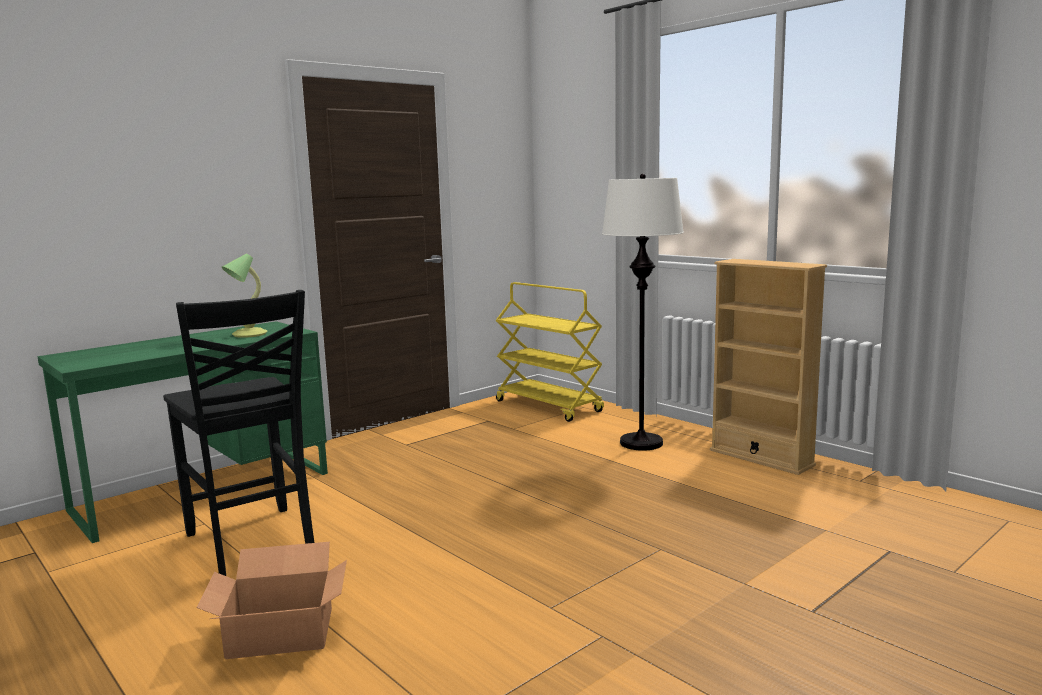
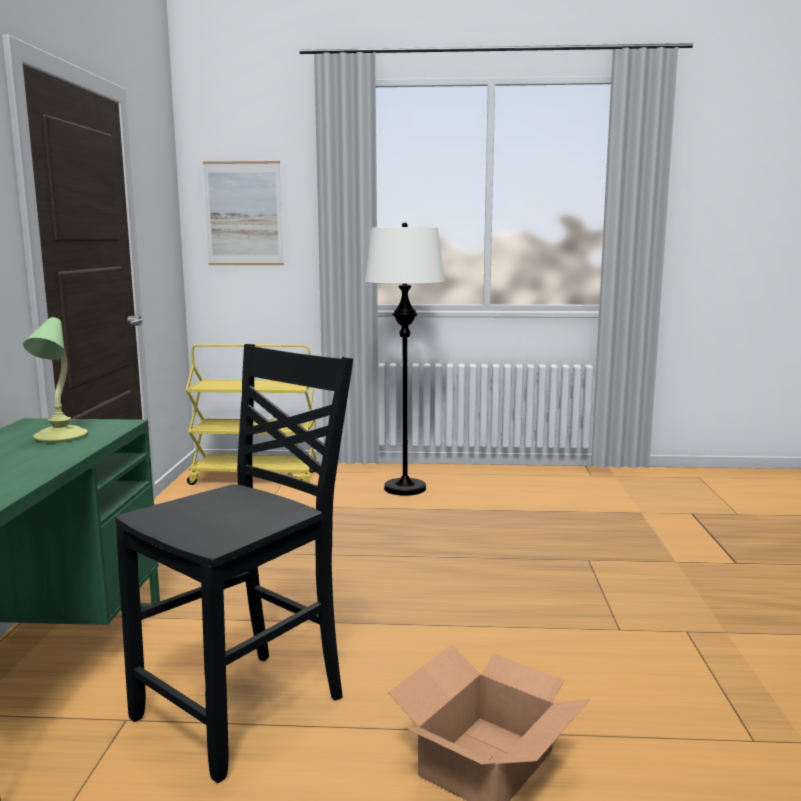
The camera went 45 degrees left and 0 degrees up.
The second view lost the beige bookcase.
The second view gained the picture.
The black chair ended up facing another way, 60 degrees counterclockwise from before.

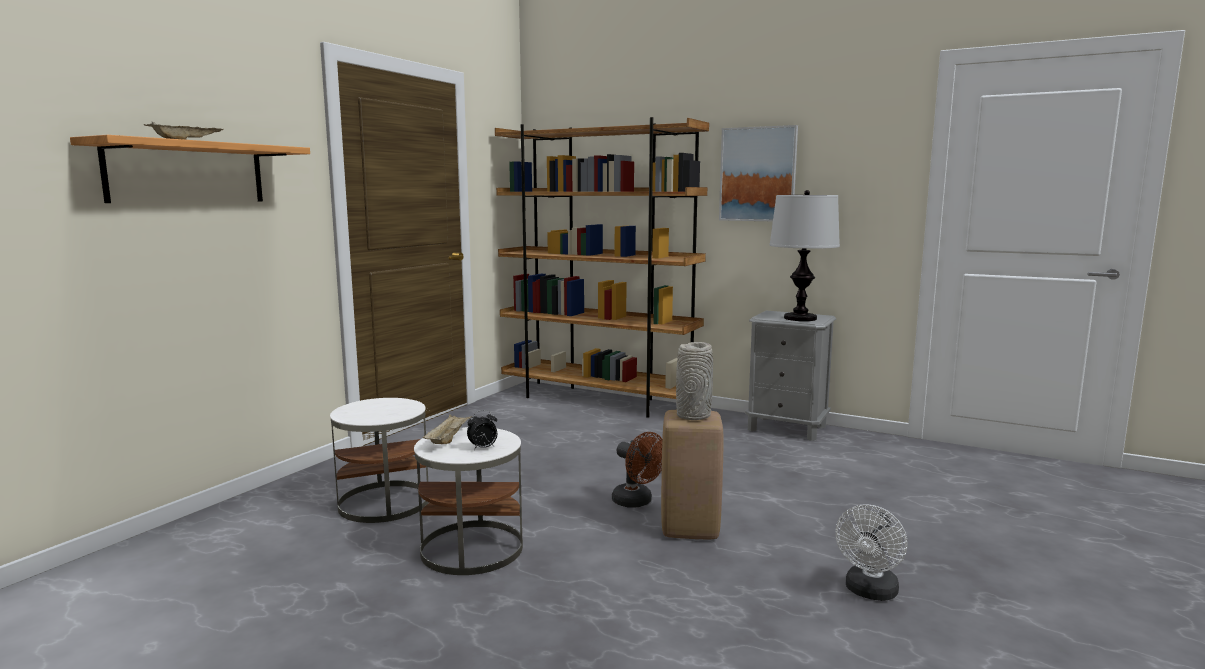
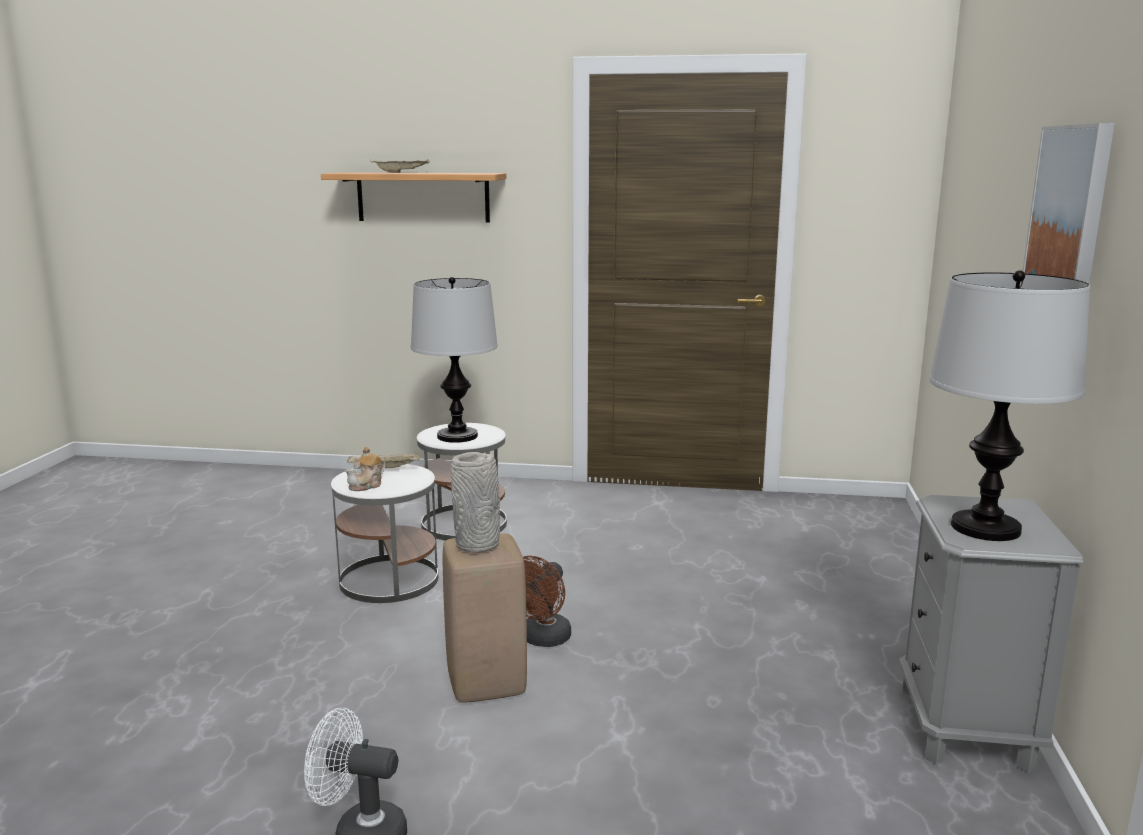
The camera went 70 degrees right and 5 degrees up.
The second view lost the brown bookcase.
The second view gained the table lamp (1st from left).
Where the alarm clock stood, the teapot came to stand.

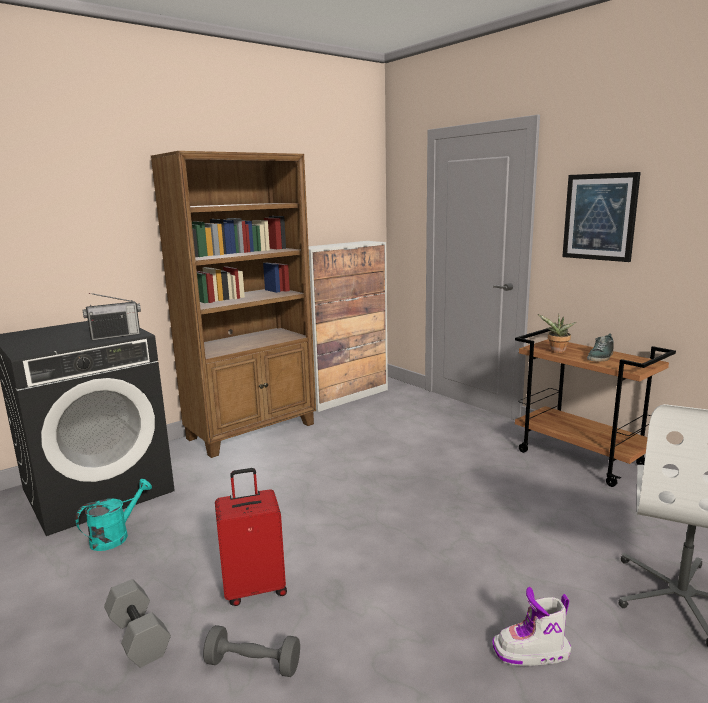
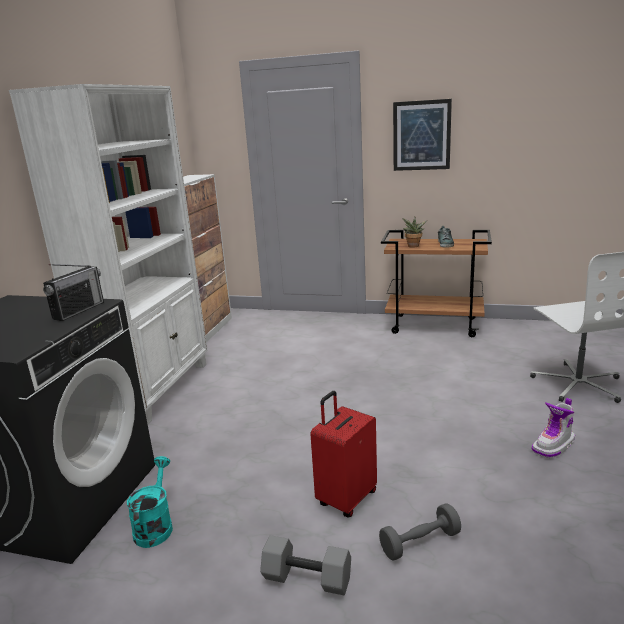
The camera went 35 degrees left and 5 degrees up.
What was the brown bookcase turned into the white bookcase.

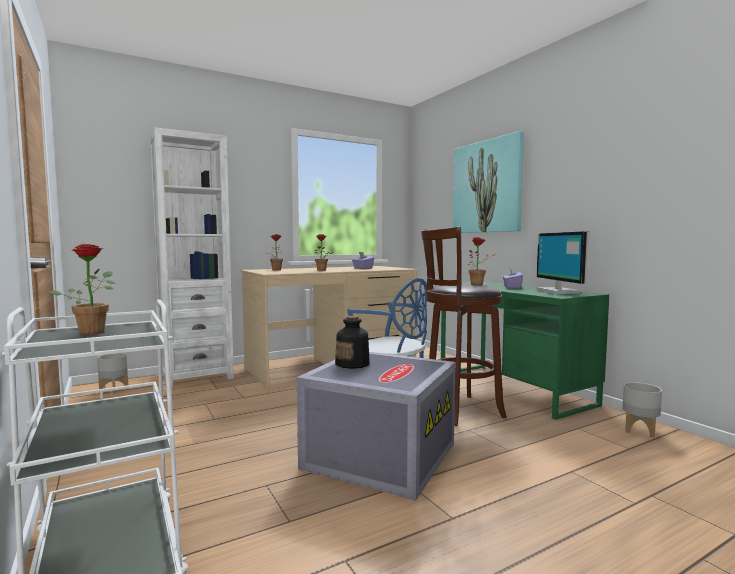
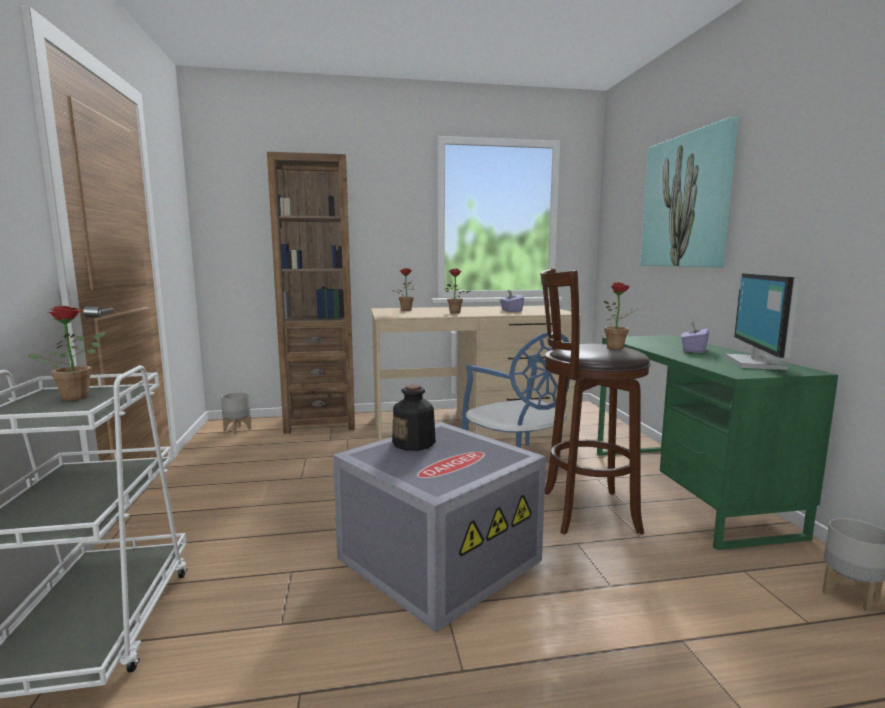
The camera went 20 degrees right and 5 degrees up.
What was the white bookcase turned into the brown bookcase.

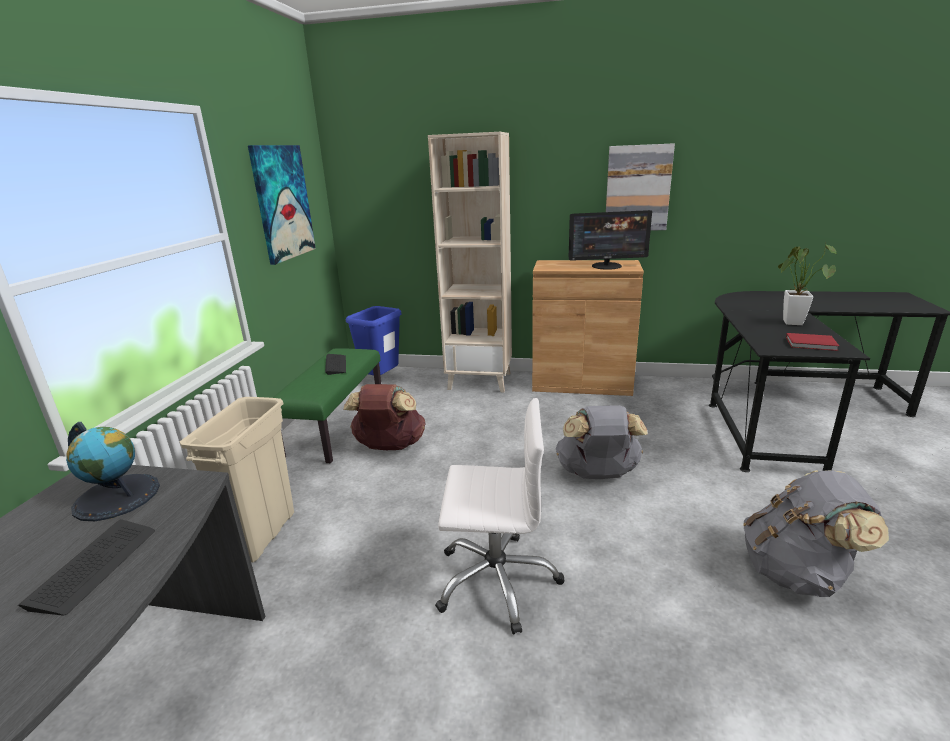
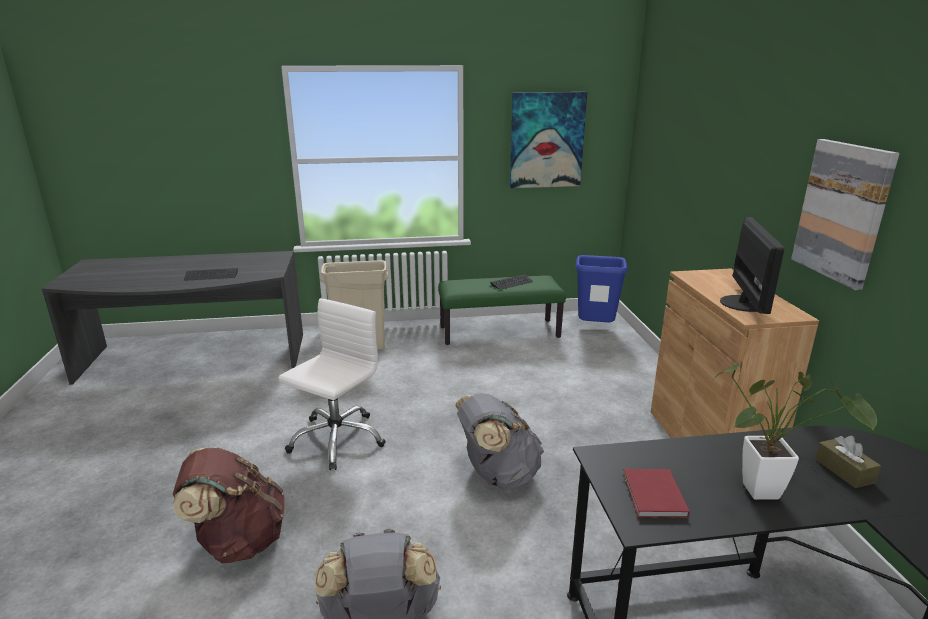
The camera went 70 degrees right and 0 degrees up.
The second view lost the globe.
The second view lost the beige bookcase.
The second view gained the brown tissue box.
The brown backpack ended up elsewhere.
The white office chair ended up facing another way, 135 degrees counterclockwise from before.
The monitor ended up facing another way, 150 degrees counterclockwise from before.

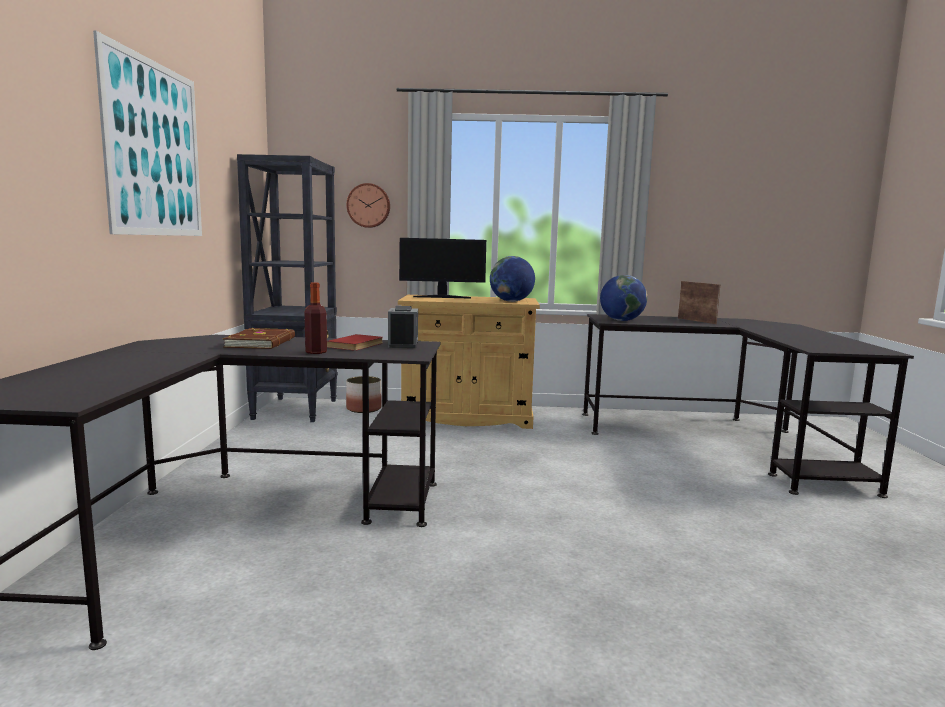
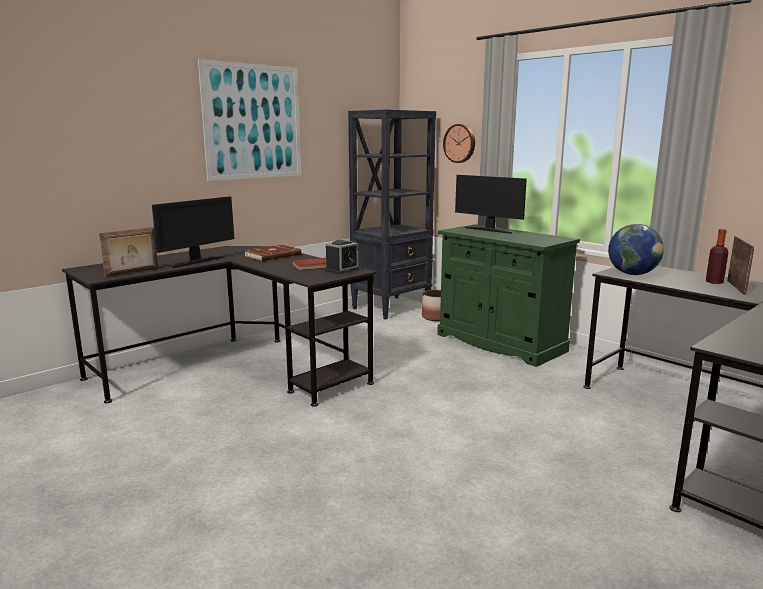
The camera went 45 degrees right and 5 degrees up.
The second view lost the globe (1st from left).
The second view gained the picture frame (1st from left).
The second view gained the monitor (1st from left).
The bottle ended up elsewhere.
What was the beige cabinet turned into the green cabinet.

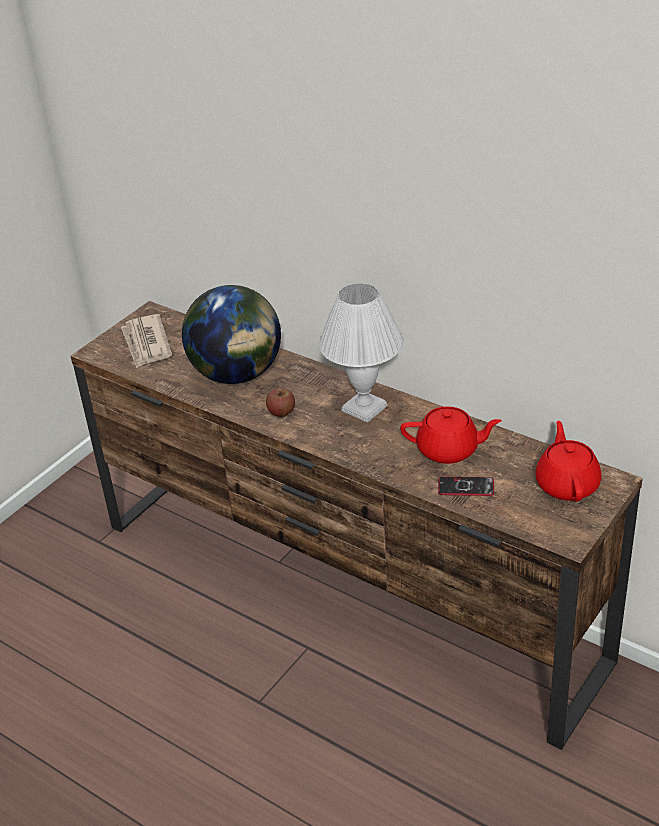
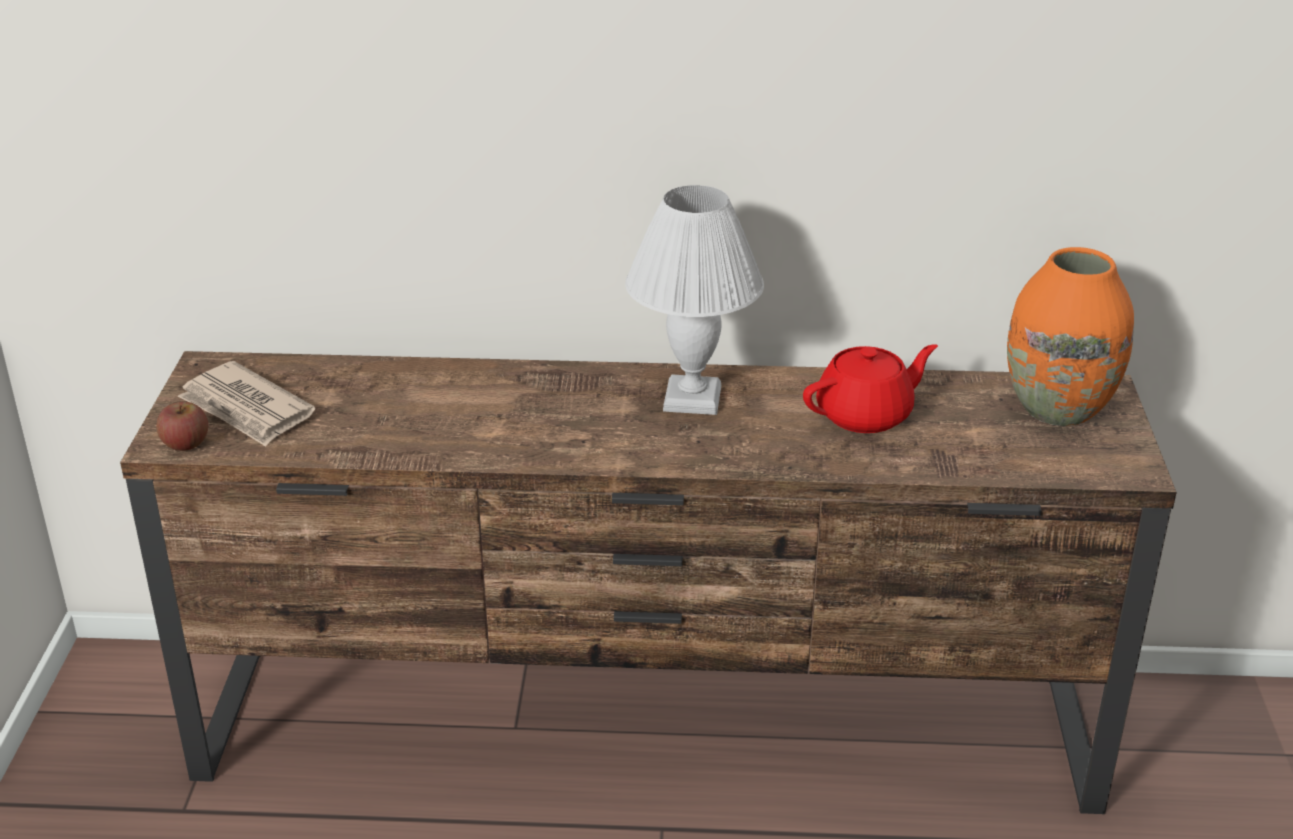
The camera went 35 degrees left and 5 degrees down.
The second view lost the globe.
The second view lost the phone.
The apple ended up elsewhere.
Where the red teapot (2nd from left) stood, the orange vase came to stand.

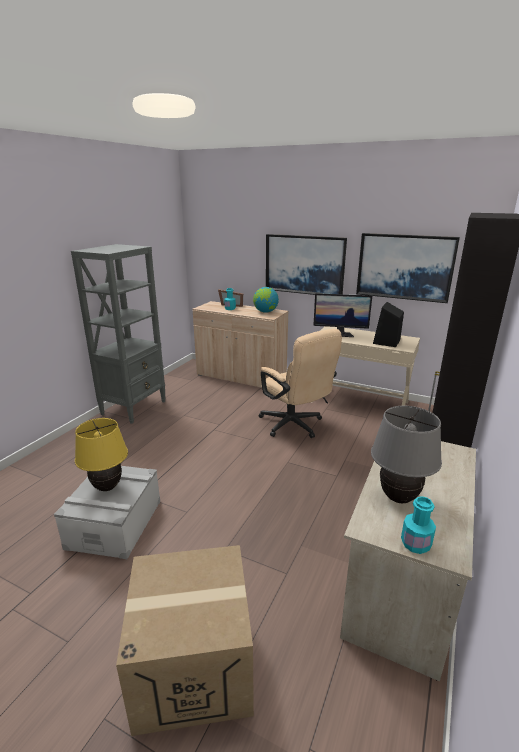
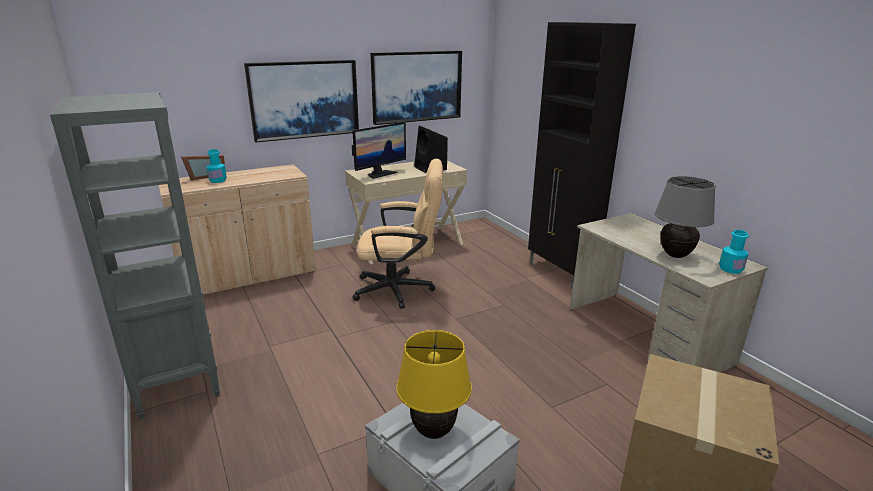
The camera went 55 degrees left and 0 degrees up.
The second view lost the globe.

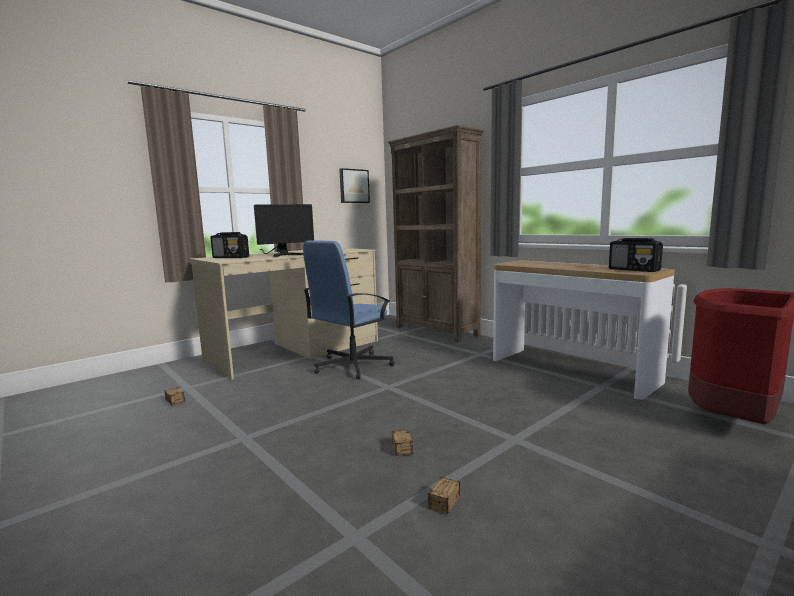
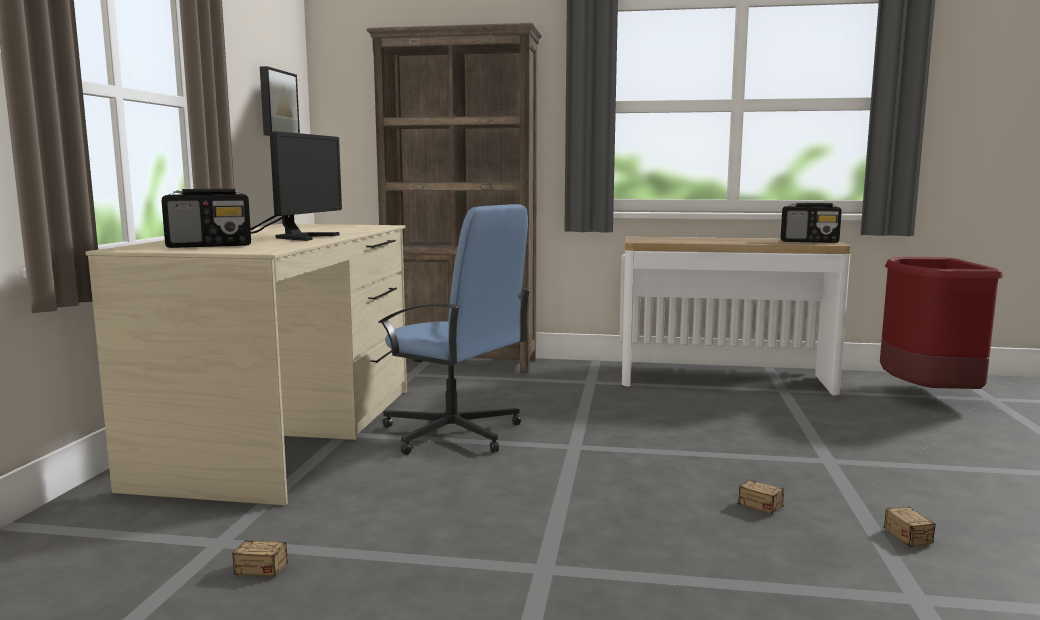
The camera went 40 degrees left and 0 degrees up.
The blue office chair ended up facing another way, 60 degrees counterclockwise from before.

